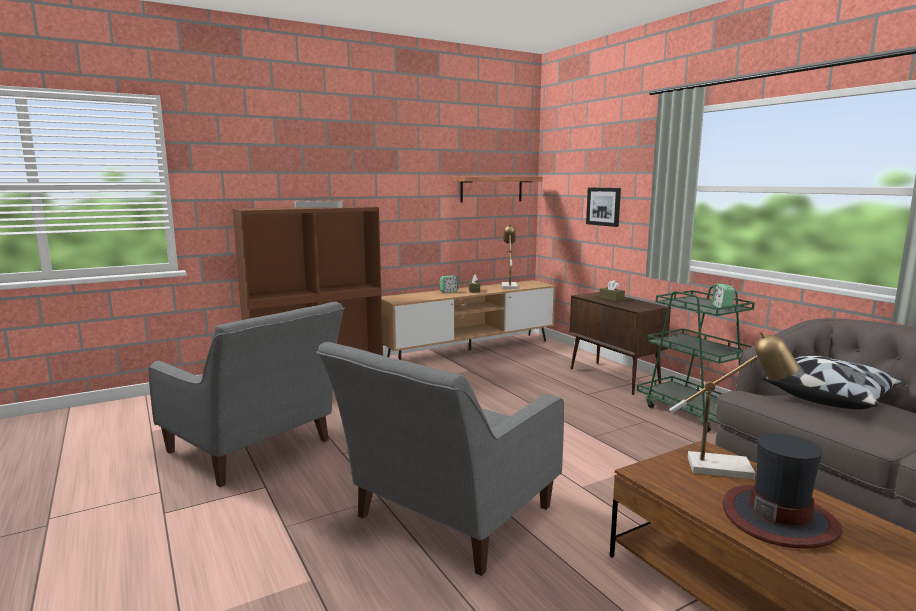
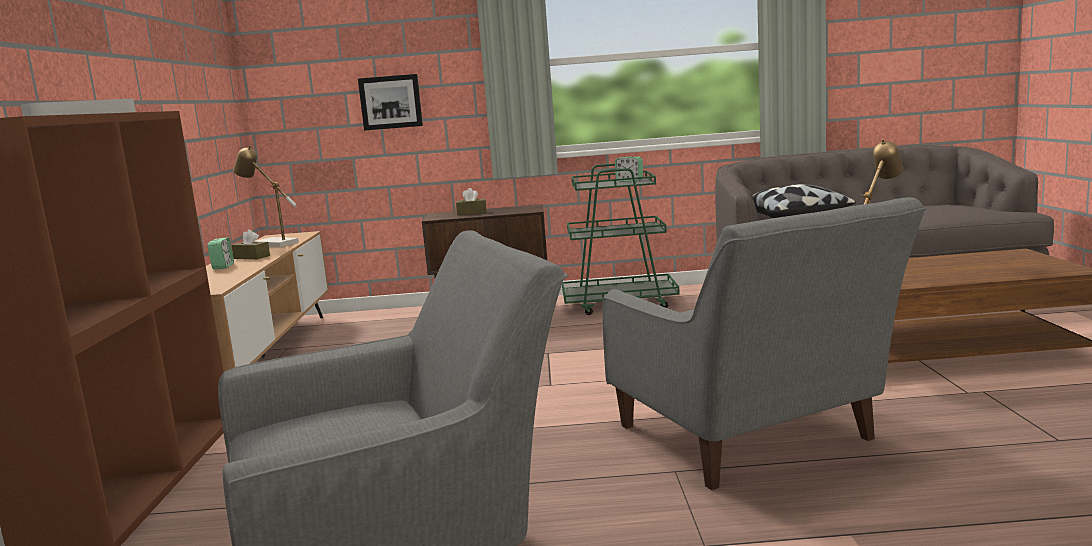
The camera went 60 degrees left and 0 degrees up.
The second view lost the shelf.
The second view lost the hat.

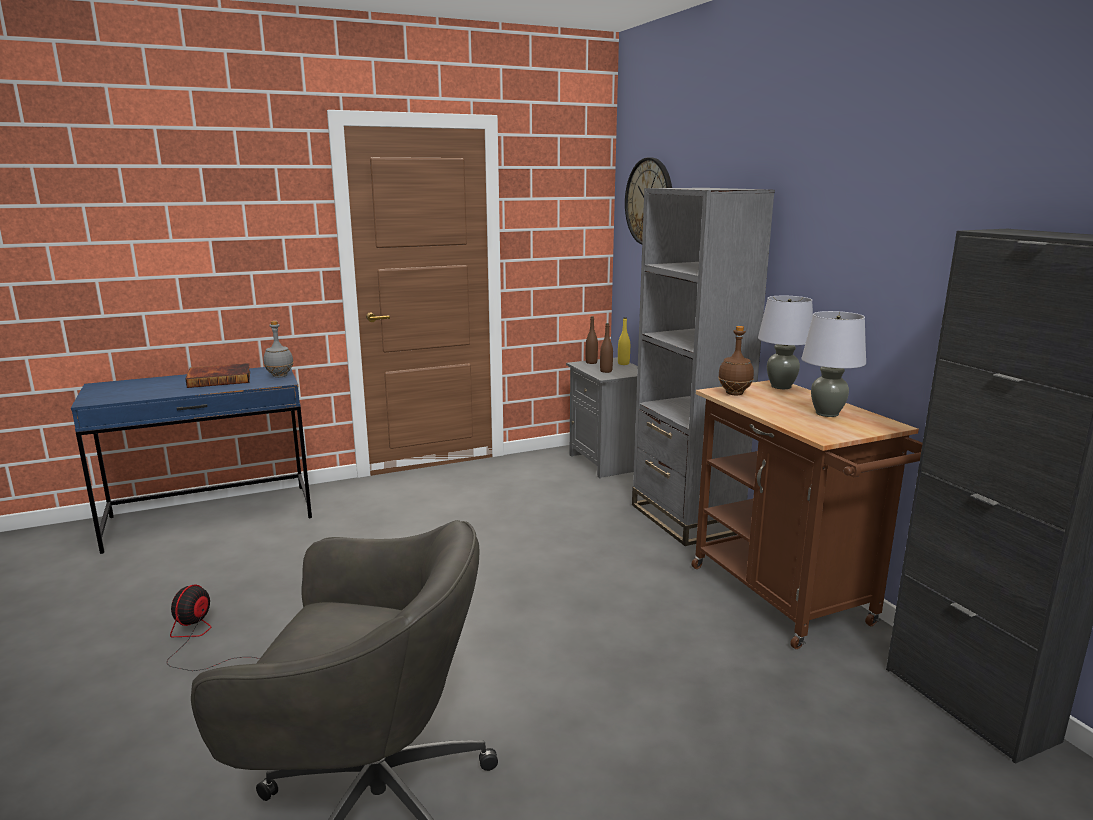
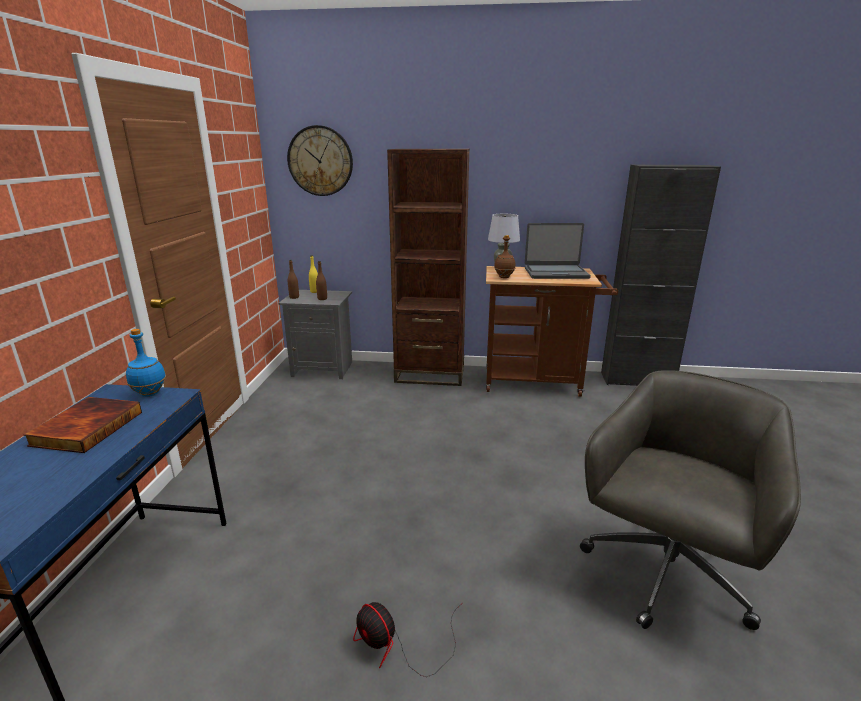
The camera went 60 degrees left and 5 degrees up.
Where the grey table lamp (2nd from left) stood, the laptop came to stand.
What was the grey bottle turned into the blue bottle.
What was the grey bookcase turned into the brown bookcase.

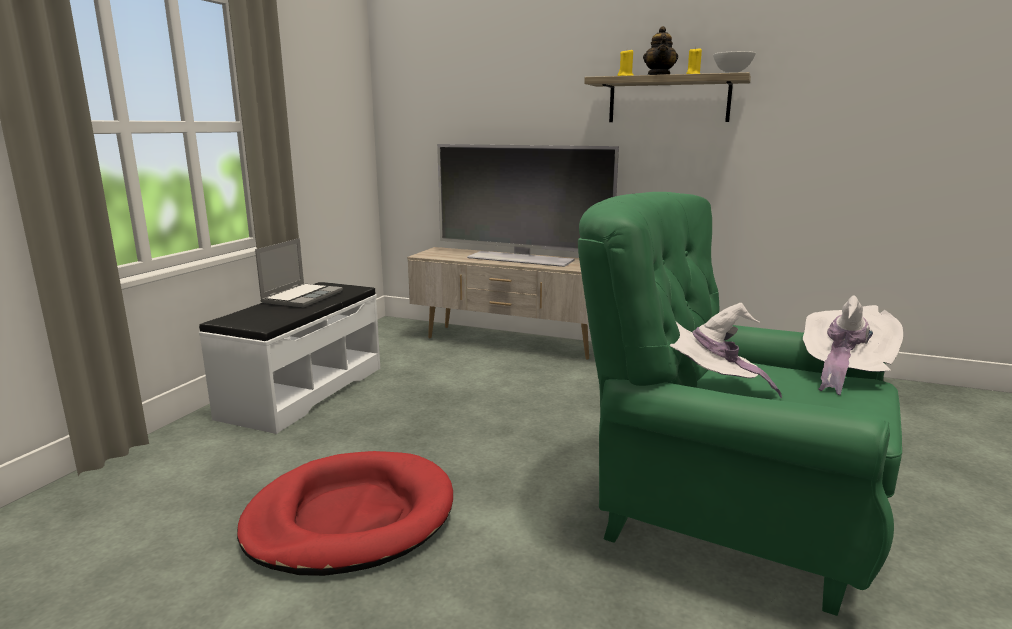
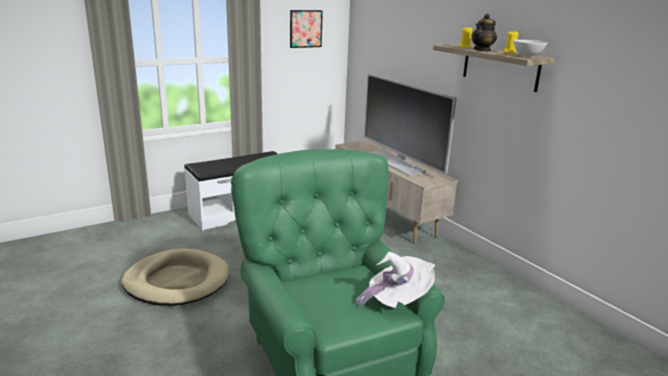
The camera went 35 degrees right and 5 degrees up.
The second view lost the laptop.
The second view lost the white hat (1st from left).
The second view gained the picture.
What was the red dog bed turned into the beige dog bed.

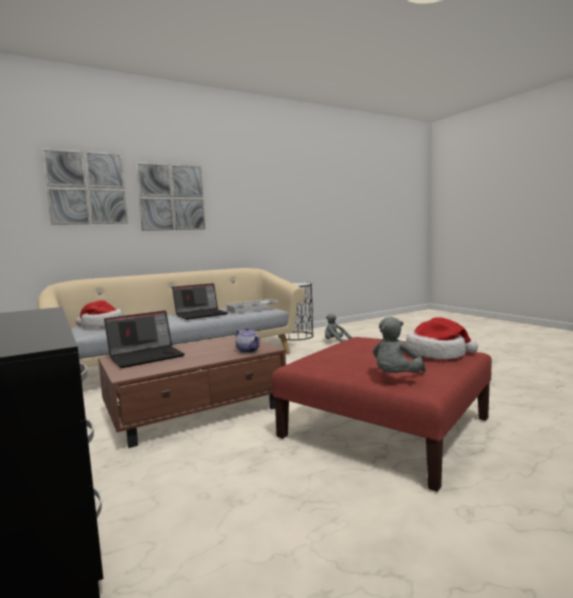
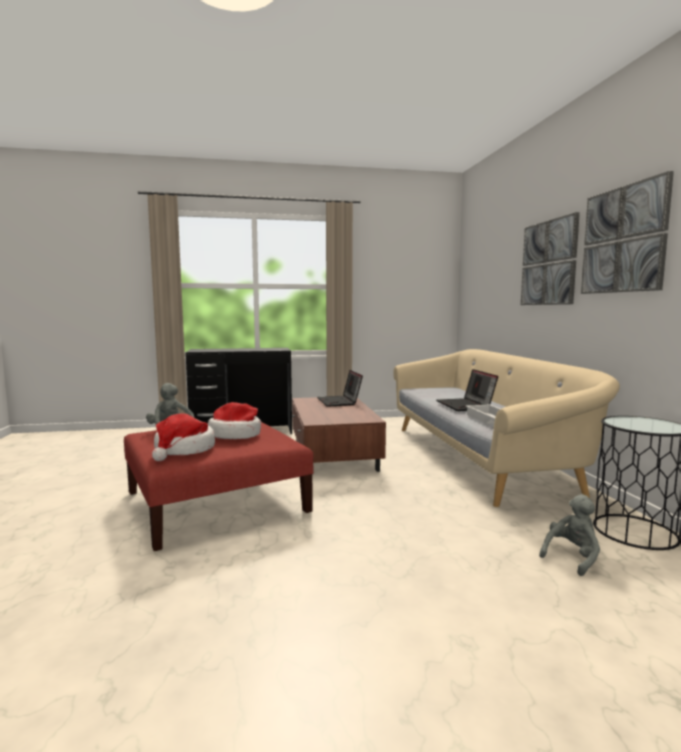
The camera went 110 degrees right and 0 degrees up.
The second view lost the teapot.
The picture (1st from left in the first image) ended up elsewhere.
The hat (1st from left in the first image) ended up elsewhere.

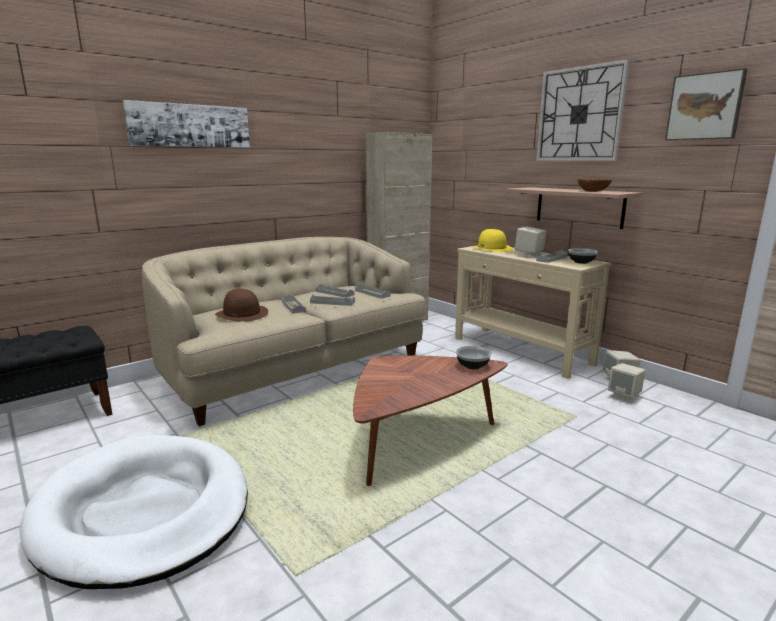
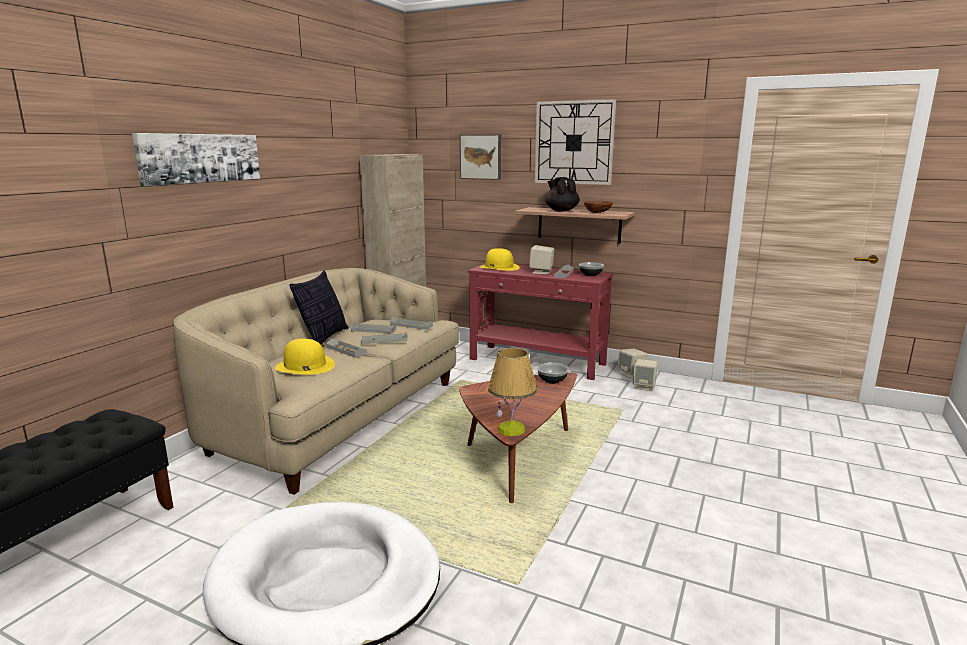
The camera went 25 degrees left and 0 degrees up.
The second view gained the pillow.
The second view gained the table lamp.
The second view gained the black teapot.
The picture (2nd from left) ended up elsewhere.
What was the brown hat turned into the yellow hat (1st from left).
What was the beige console table turned into the red console table.

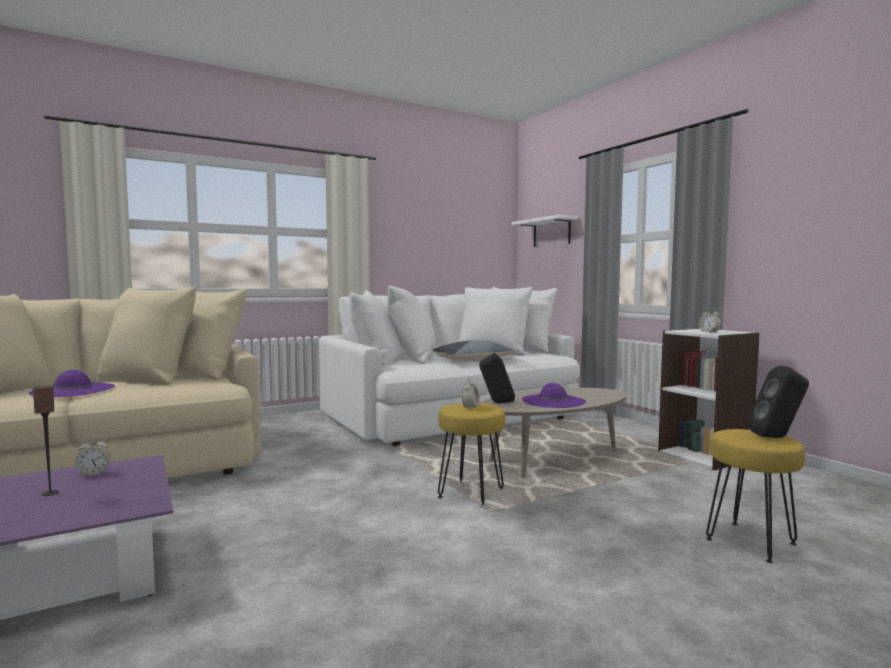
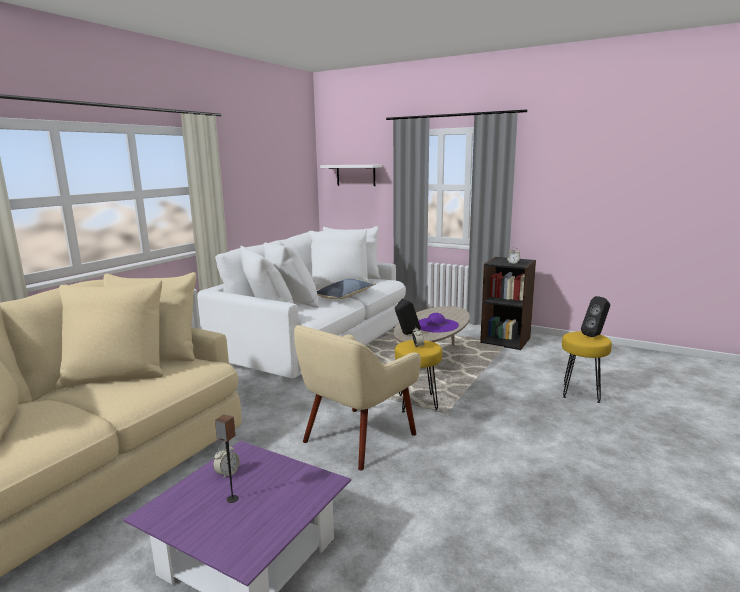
The camera went 30 degrees left and 10 degrees up.
The second view lost the purple hat (1st from left).
The second view gained the beige armchair.
What was the white bookcase turned into the black bookcase.

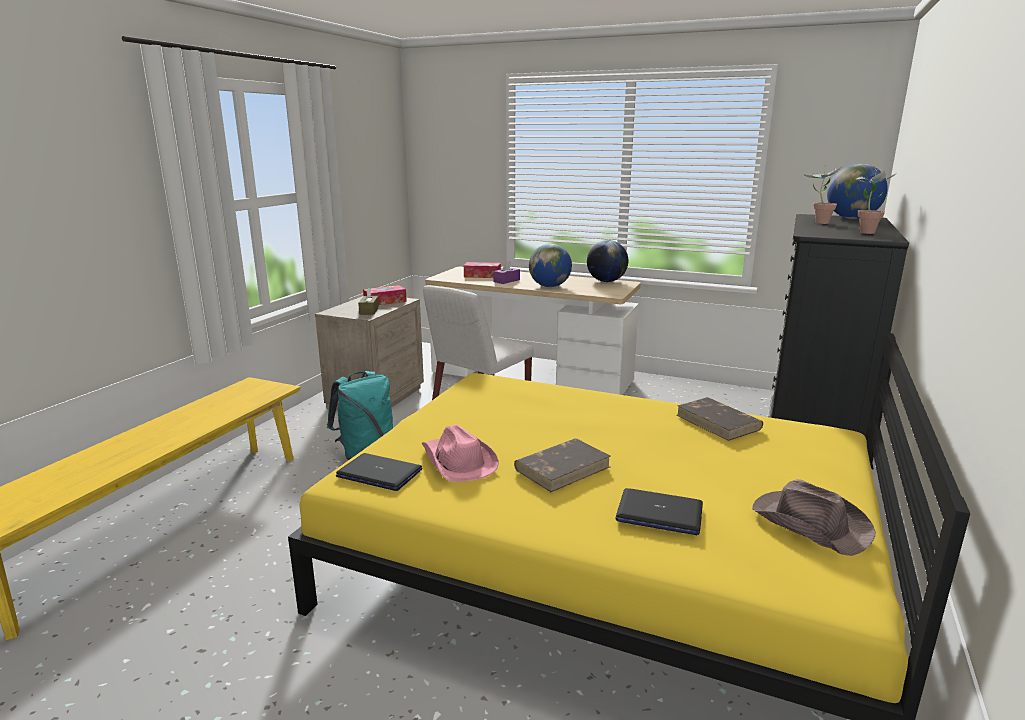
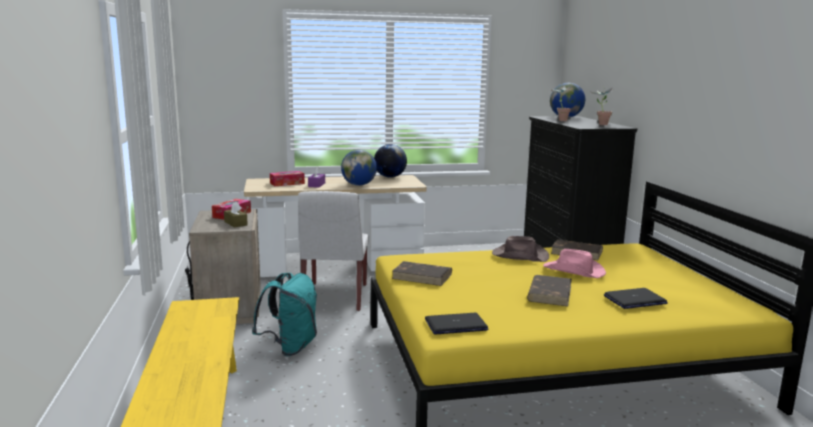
The camera went 35 degrees left and 5 degrees down.
The second view gained the brown book (1st from left).
The pink hat ended up elsewhere.
The brown hat ended up elsewhere.

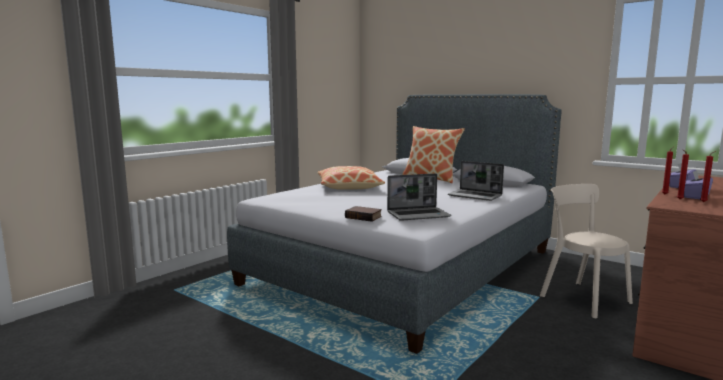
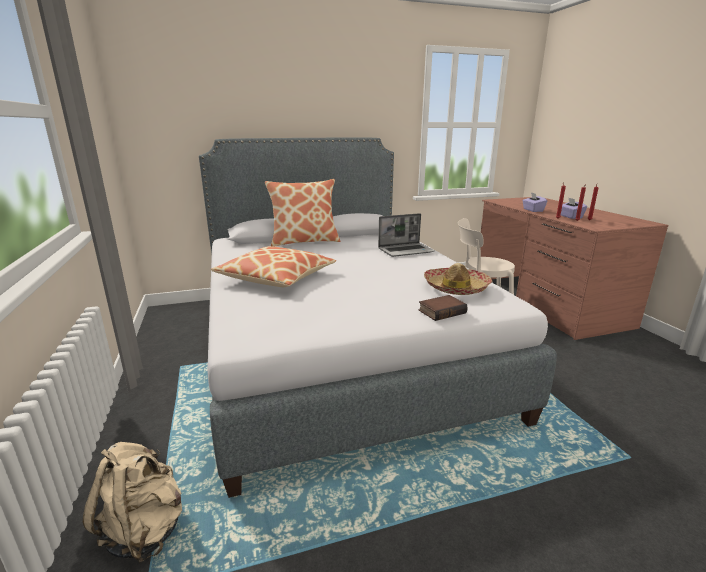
The camera went 55 degrees left and 10 degrees up.
The second view gained the beige backpack.
Where the laptop (1st from left) stood, the hat came to stand.

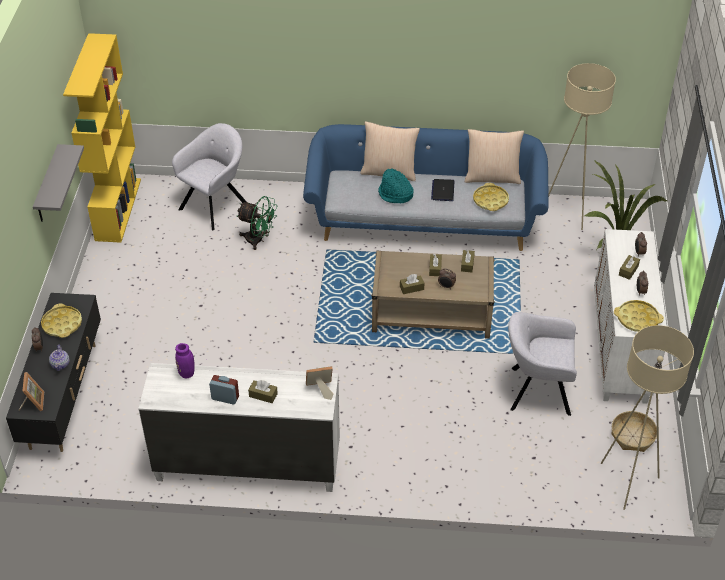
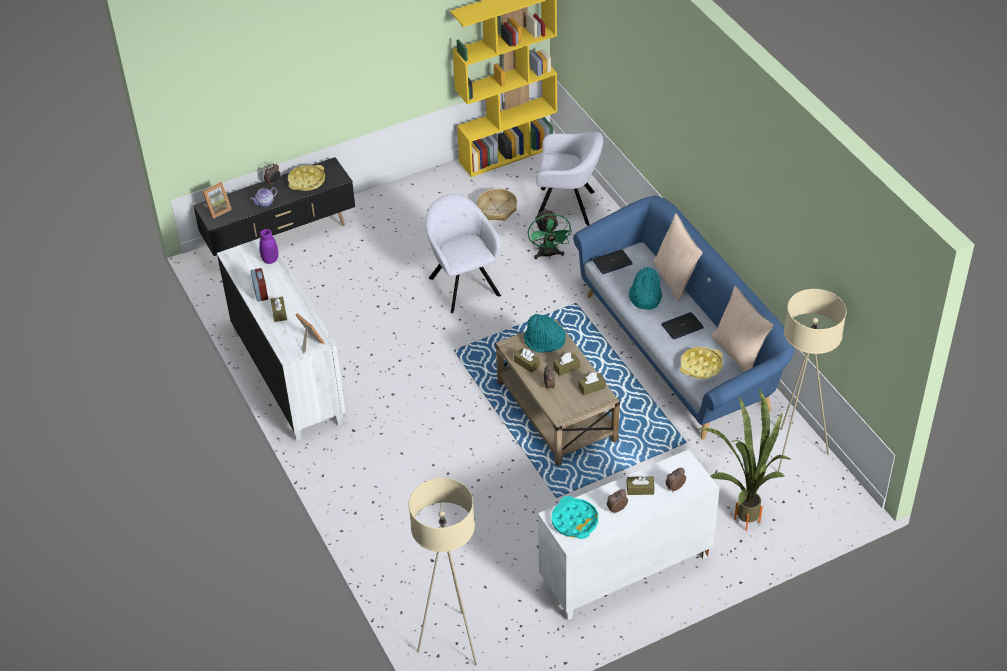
The camera went 60 degrees right and 0 degrees up.
The second view lost the grey shelf.
The second view gained the turquoise hat (1st from left).
The second view gained the laptop (1st from left).
The grey armchair (2nd from left in the first image) ended up elsewhere.
The basket ended up elsewhere.
What was the yellow tray (3rd from left) turned into the turquoise tray.

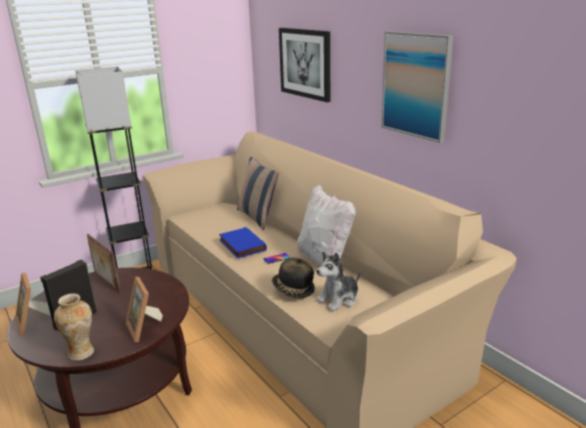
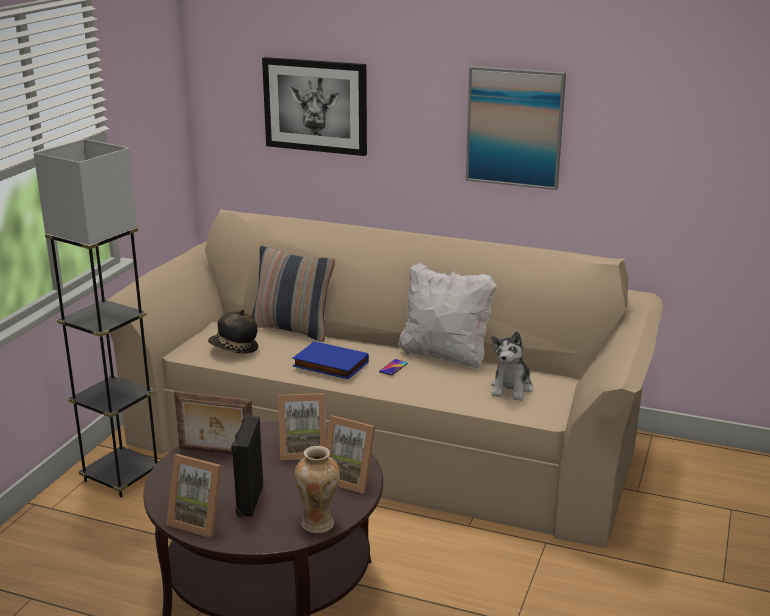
The camera went 35 degrees left and 0 degrees up.
The second view gained the picture frame (3rd from left).
The hat ended up elsewhere.

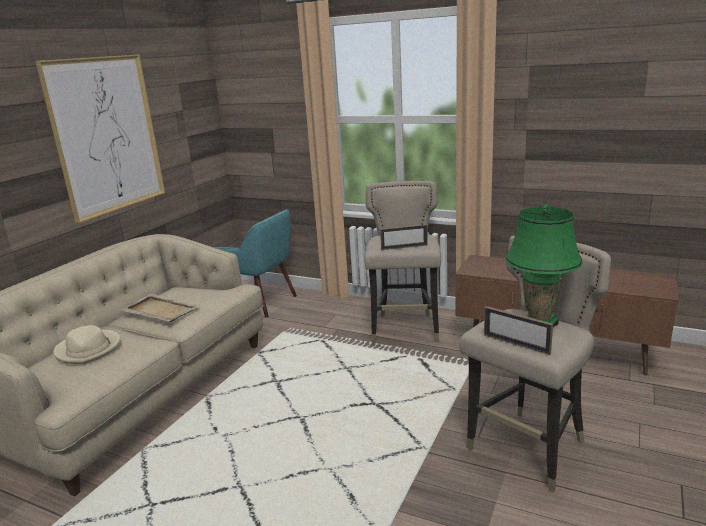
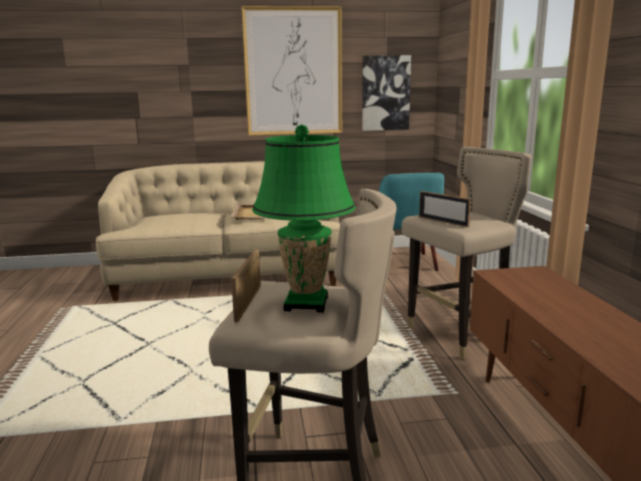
The camera went 55 degrees right and 5 degrees down.
The second view lost the beige hat.
The second view gained the picture (2nd from left).

